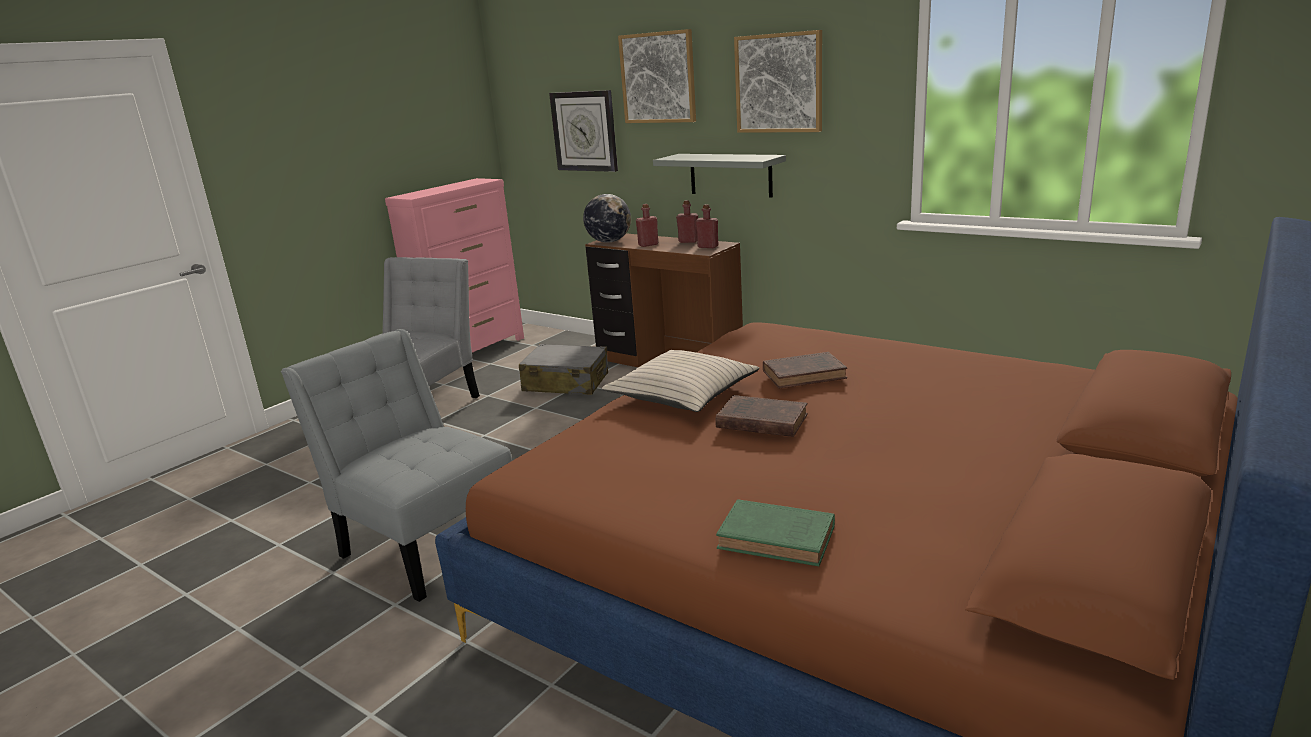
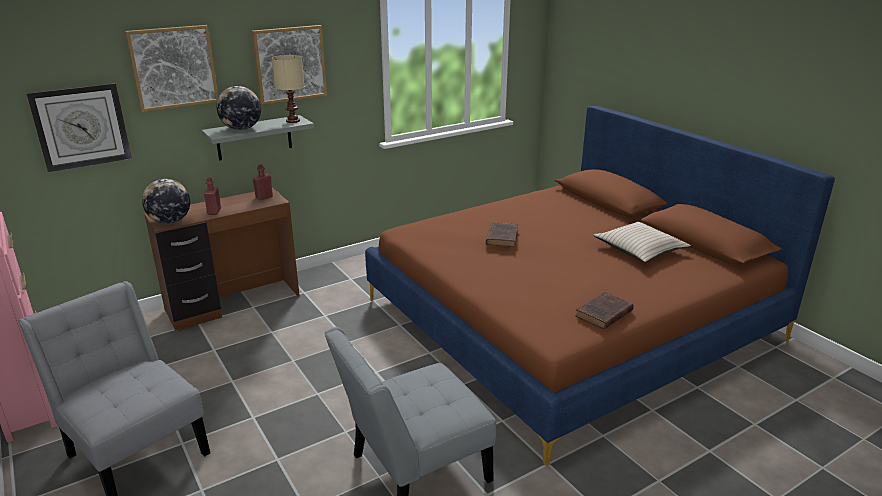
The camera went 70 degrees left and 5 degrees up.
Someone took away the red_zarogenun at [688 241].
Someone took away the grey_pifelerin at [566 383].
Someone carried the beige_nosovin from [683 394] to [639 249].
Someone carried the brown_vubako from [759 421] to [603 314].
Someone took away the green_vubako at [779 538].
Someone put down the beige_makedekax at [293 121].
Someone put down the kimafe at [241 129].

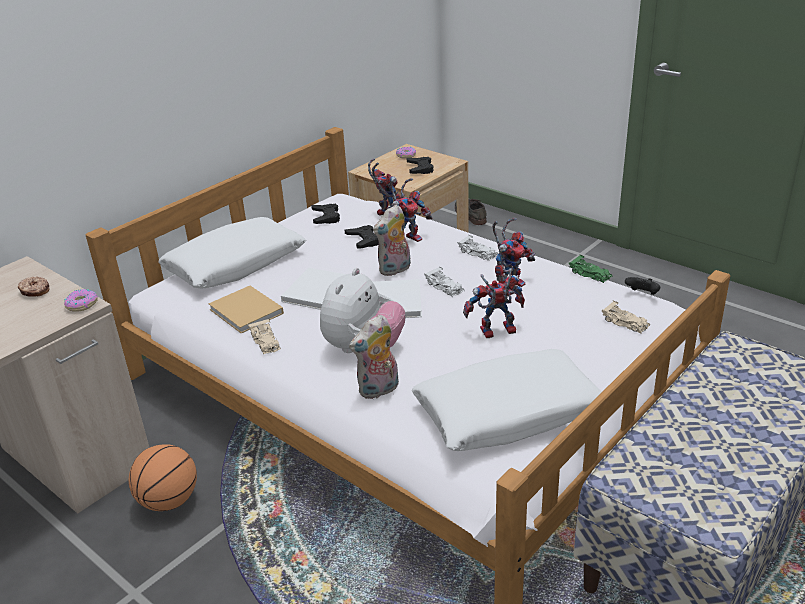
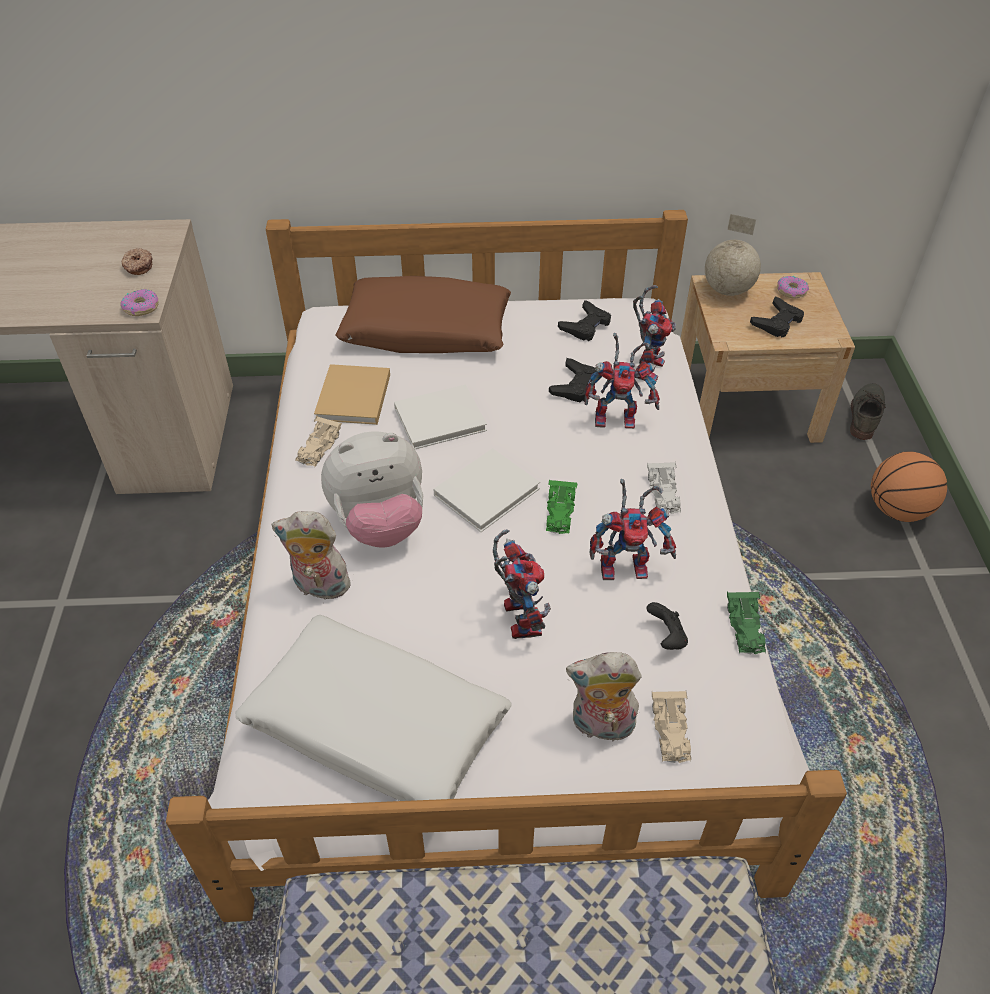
The camera went 45 degrees right and 15 degrees up.
Someone carried the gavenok from [395 270] to [601 726].
Someone repainted the white_nosovin at [235 265], which became the brown_nosovin at [426 331].
Someone repainted the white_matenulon at [445 287], which became the green_matenulon at [560 512].
Someone rotated the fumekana at [495 332] by 45 degrees clockwise.
Someone carried the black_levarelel from [642 294] to [666 637].
Someone carried the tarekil from [169 501] to [897 510].
Someone put down the kimafe at [728 291].

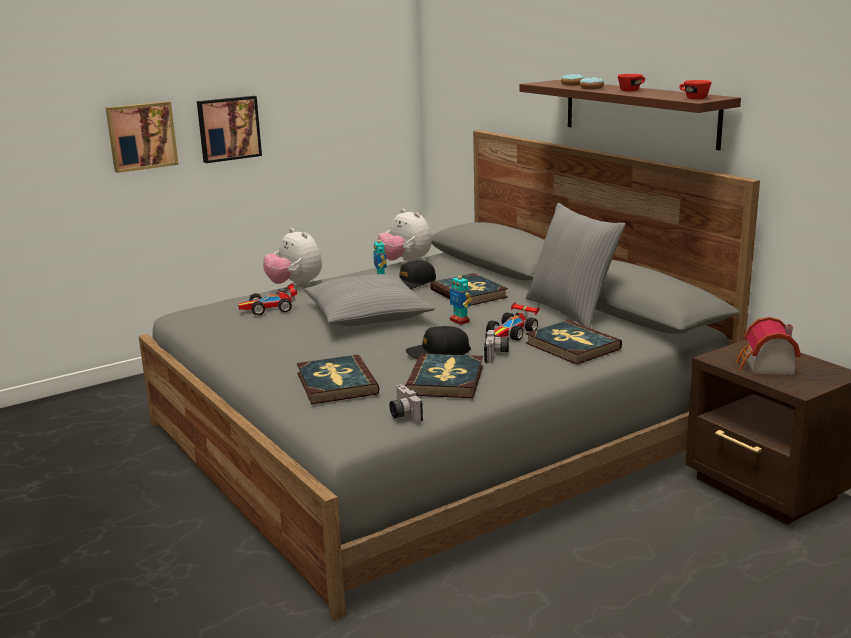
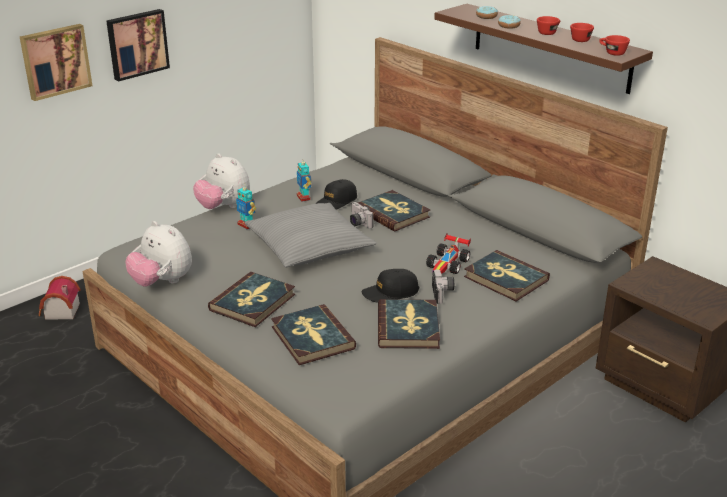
The camera went 10 degrees left and 10 degrees up.
Someone took away the grey_nosovin at [571 311].
Someone carried the gavenok from [405 262] to [162 282].
Someone carried the fumekana from [460 321] to [246 225].
Someone took away the matenulon at [270 309].
Someone carried the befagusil from [766 367] to [59 312].
Someone carried the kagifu from [402 414] to [358 223].
Someone put down the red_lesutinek at [581 39].
Someone put down the vubako at [253 302].

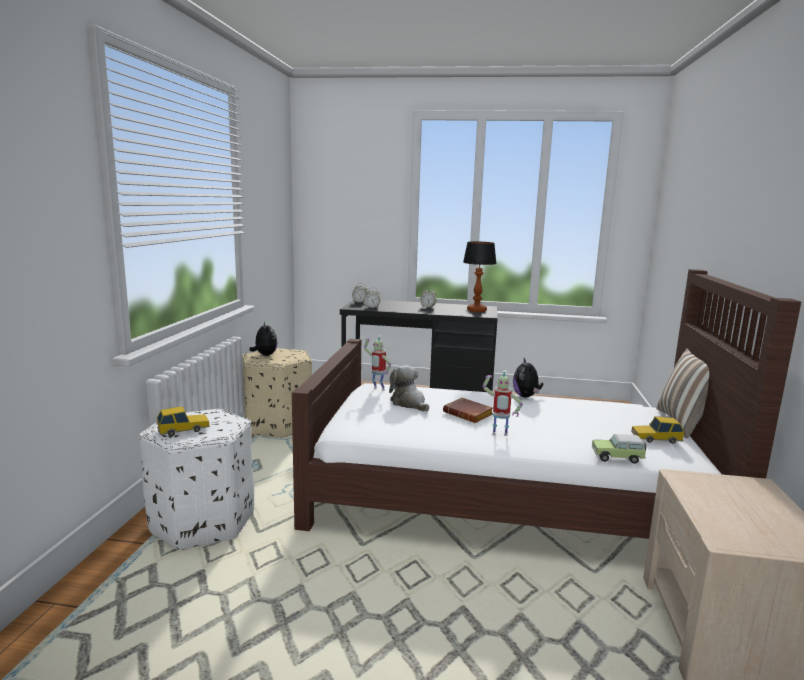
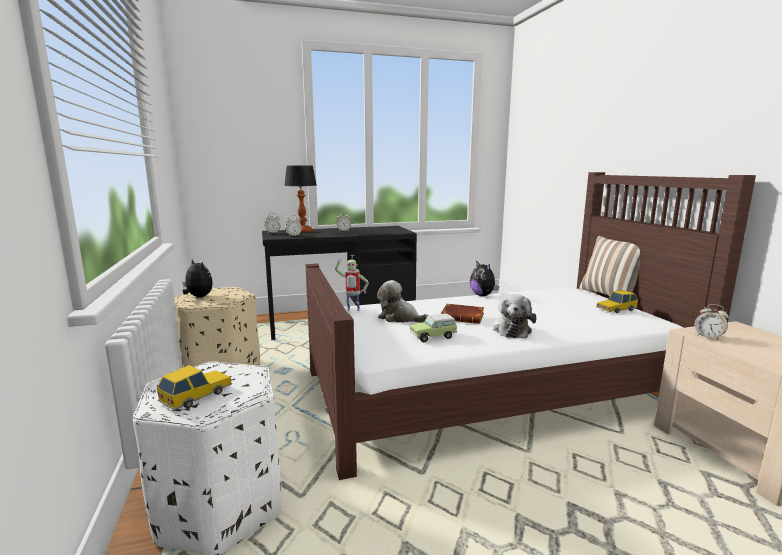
The camera went 25 degrees left and 0 degrees up.
Someone carried the makedekax from [477 310] to [303 232].
Someone swapped the fumekana at [499 435] for the gavenok at [512 330].
Someone carried the matenulon from [619 458] to [434 337].
Someone put down the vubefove at [709 337].

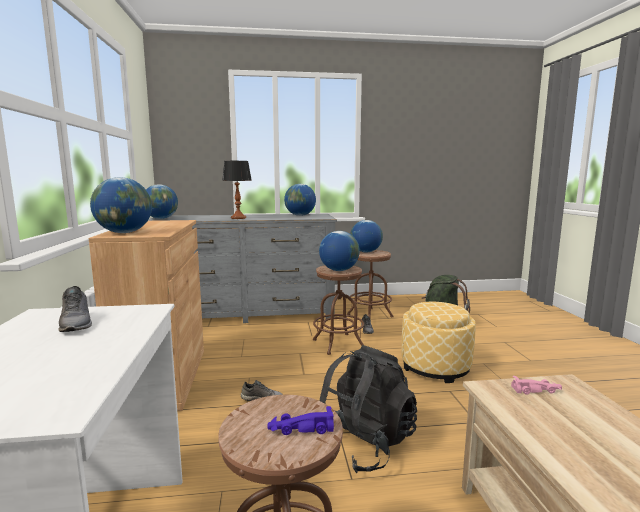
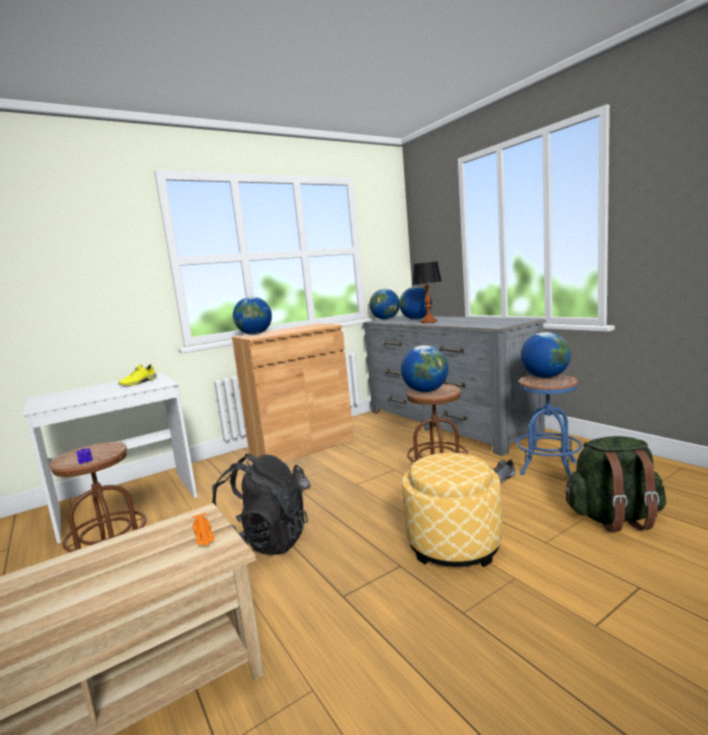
The camera went 65 degrees right and 0 degrees up.
Someone carried the kimafe from [300 215] to [416 319].
Someone repainted the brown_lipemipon at [370 316], which became the blue_lipemipon at [548 468].
Someone repainted the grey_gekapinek at [77 323], which became the yellow_gekapinek at [139 383].
Someone repainted the pink_matenulon at [537 390], which became the orange_matenulon at [204 536].

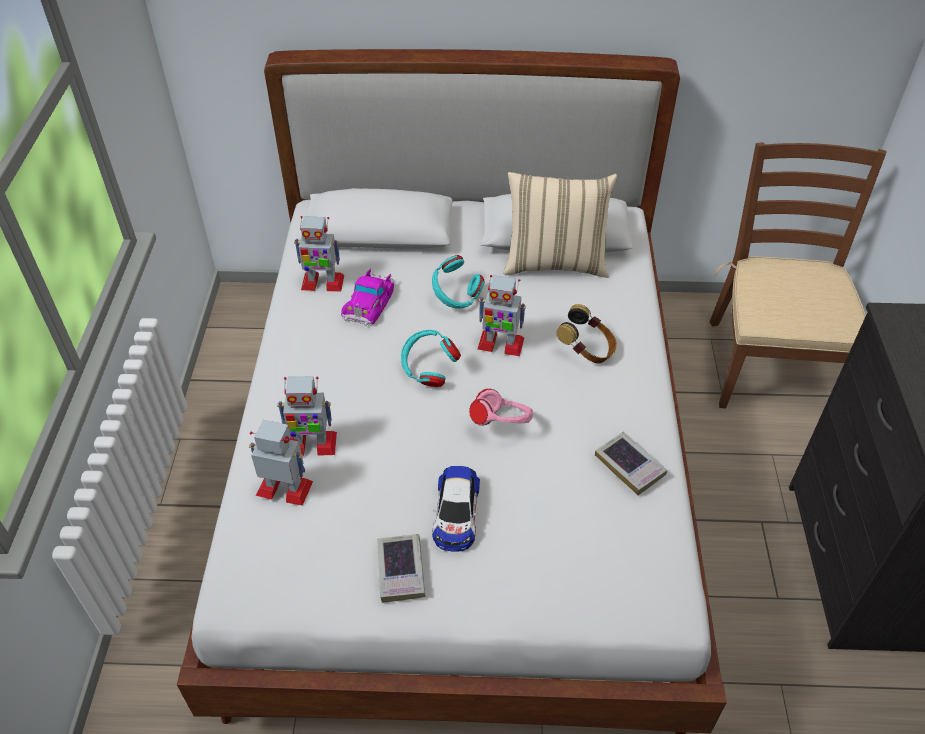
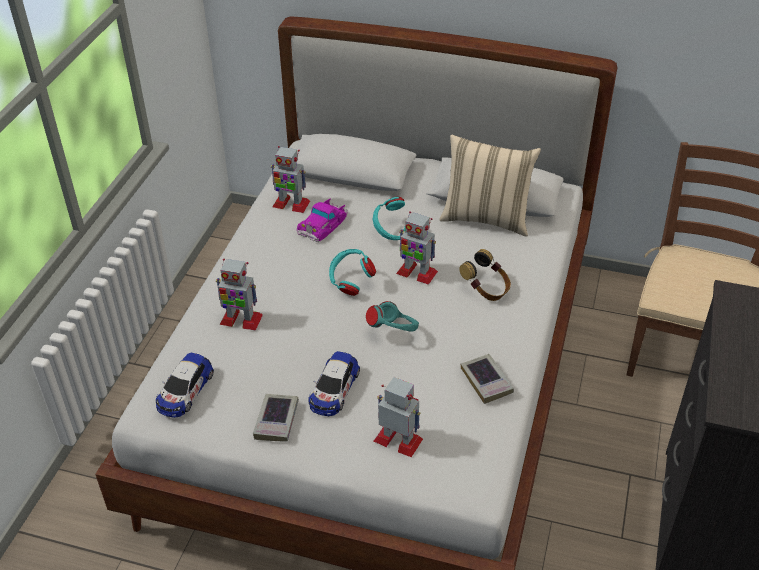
The camera went 15 degrees right and 5 degrees down.
Someone repainted the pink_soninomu at [501 424], which became the turquoise_soninomu at [394 331].
Someone carried the fumekana from [285 488] to [398 440].
Someone put down the matenulon at [185 390].

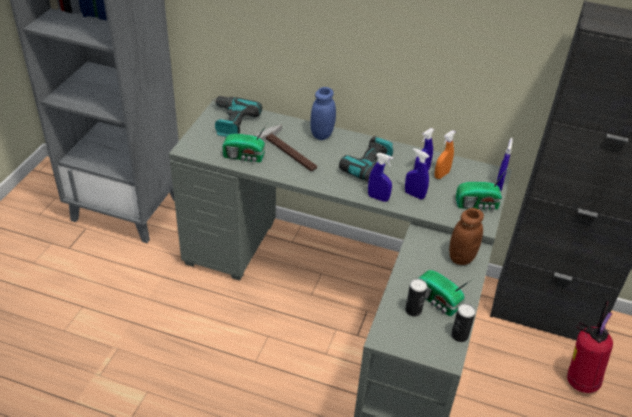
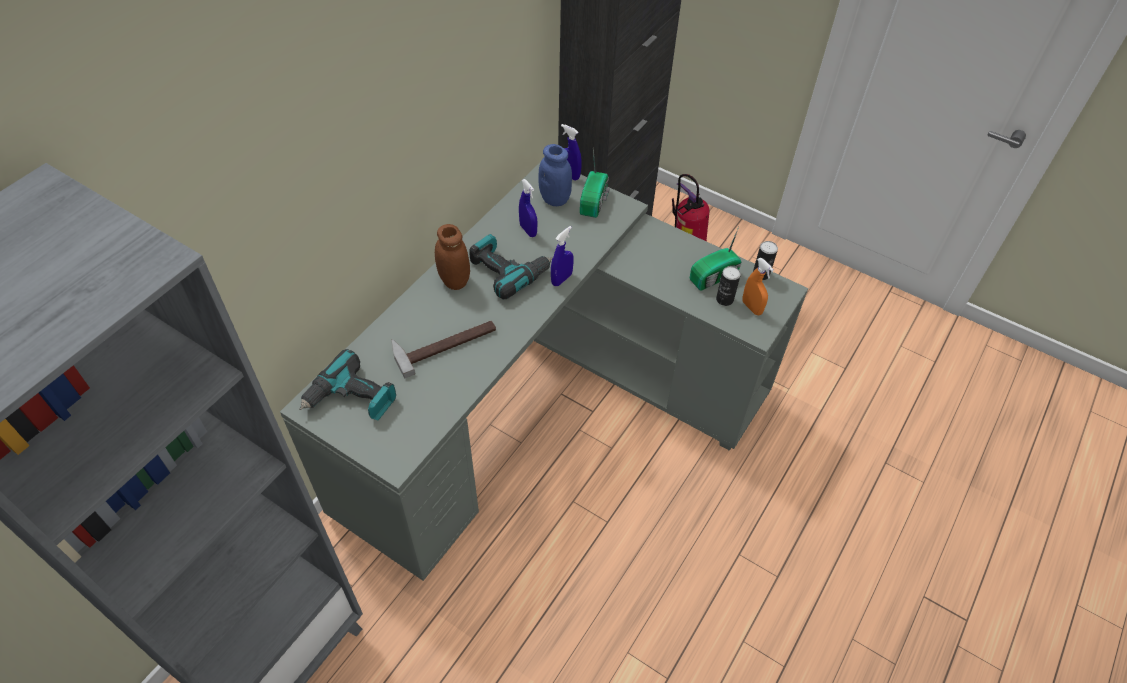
The camera went 75 degrees left and 10 degrees up.
Someone carried the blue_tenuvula from [322 134] to [555 199].
Someone took away the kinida at [245 157].
Someone carried the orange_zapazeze from [441 175] to [751 307].
Someone took away the blue_zapazeze at [414 195].
Someone carried the brown_tenuvula from [461 257] to [454 281].

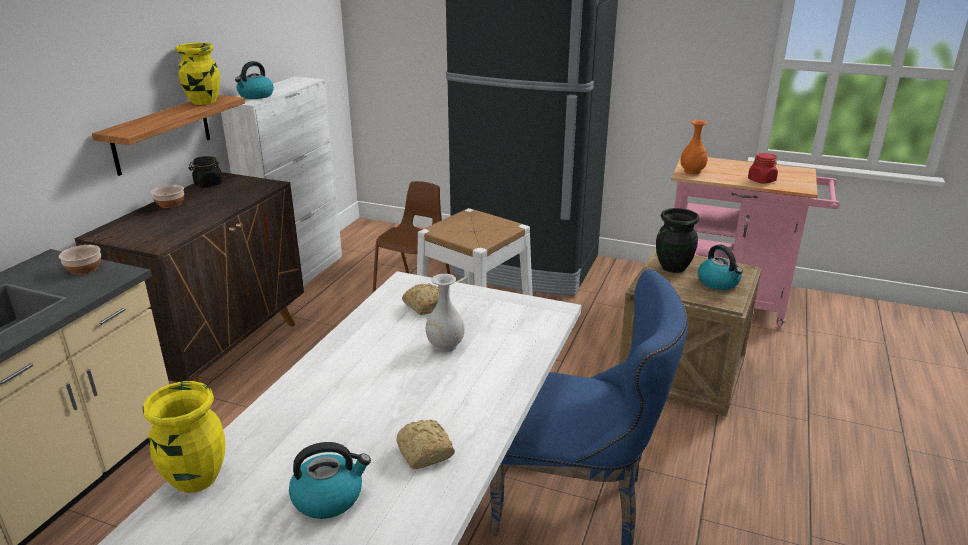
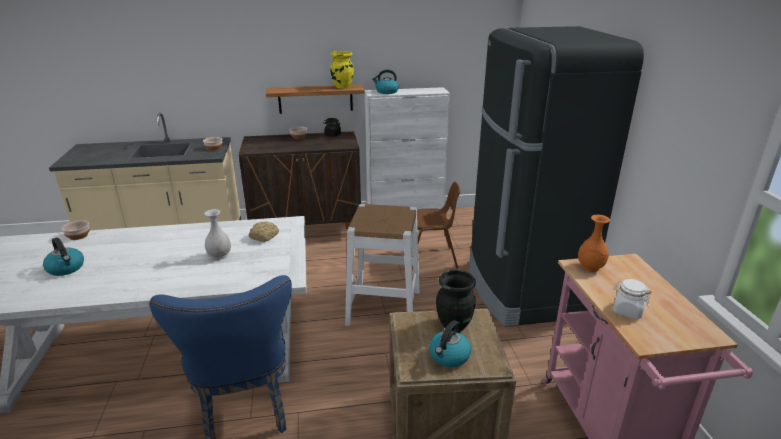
The camera went 60 degrees right and 0 degrees up.
Someone repainted the red_tenuvula at [761 180], which became the white_tenuvula at [627 310].
Someone swapped the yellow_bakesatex at [195 478] for the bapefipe at [78 236].
Someone took away the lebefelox at [424 453].

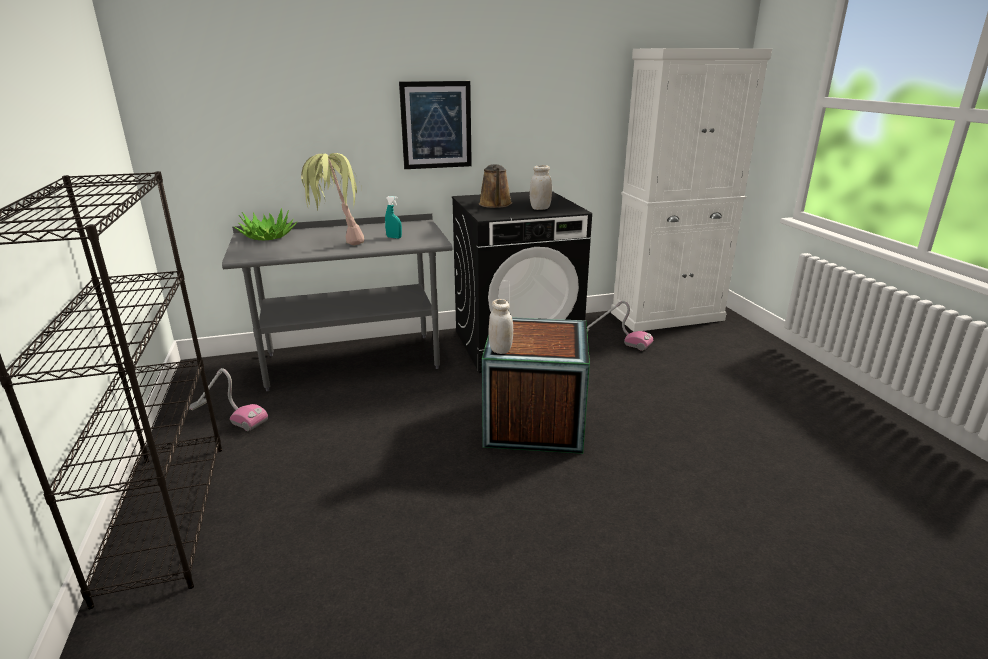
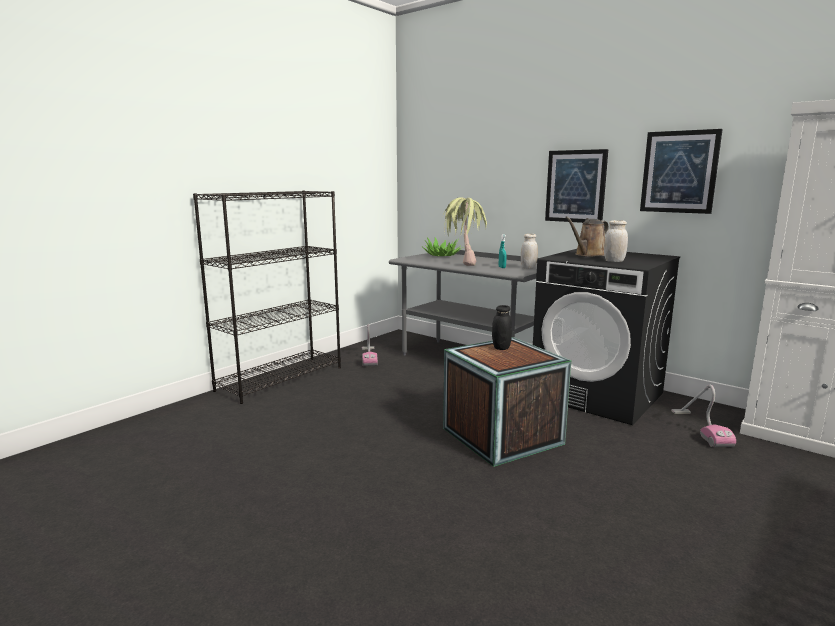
The camera went 55 degrees right and 10 degrees down.
Someone carried the white_tenuvula from [500 350] to [528 268].
Someone put up the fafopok at [679 172].
Someone put down the black_tenuvula at [501 348].

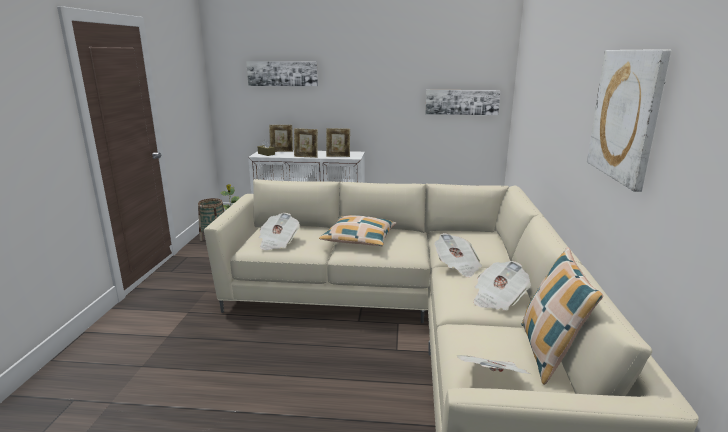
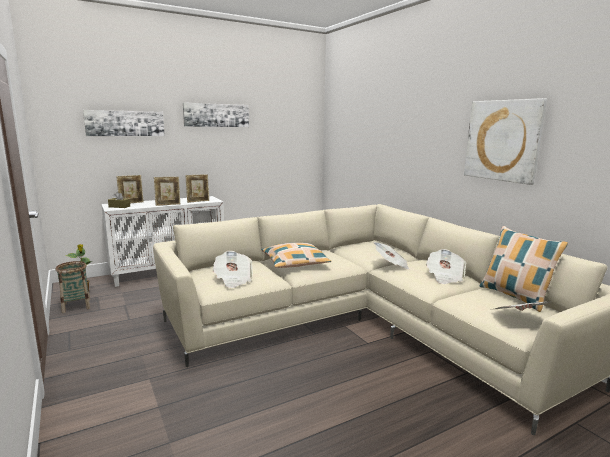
The camera went 35 degrees left and 5 degrees down.
Someone carried the fafopok from [462 102] to [216 115].

